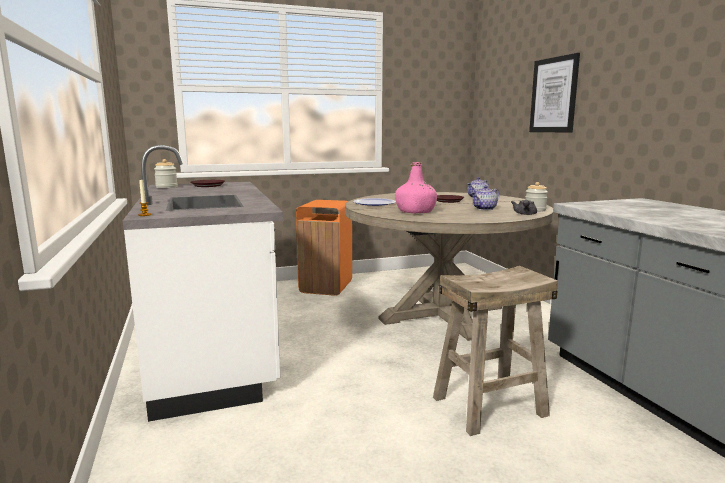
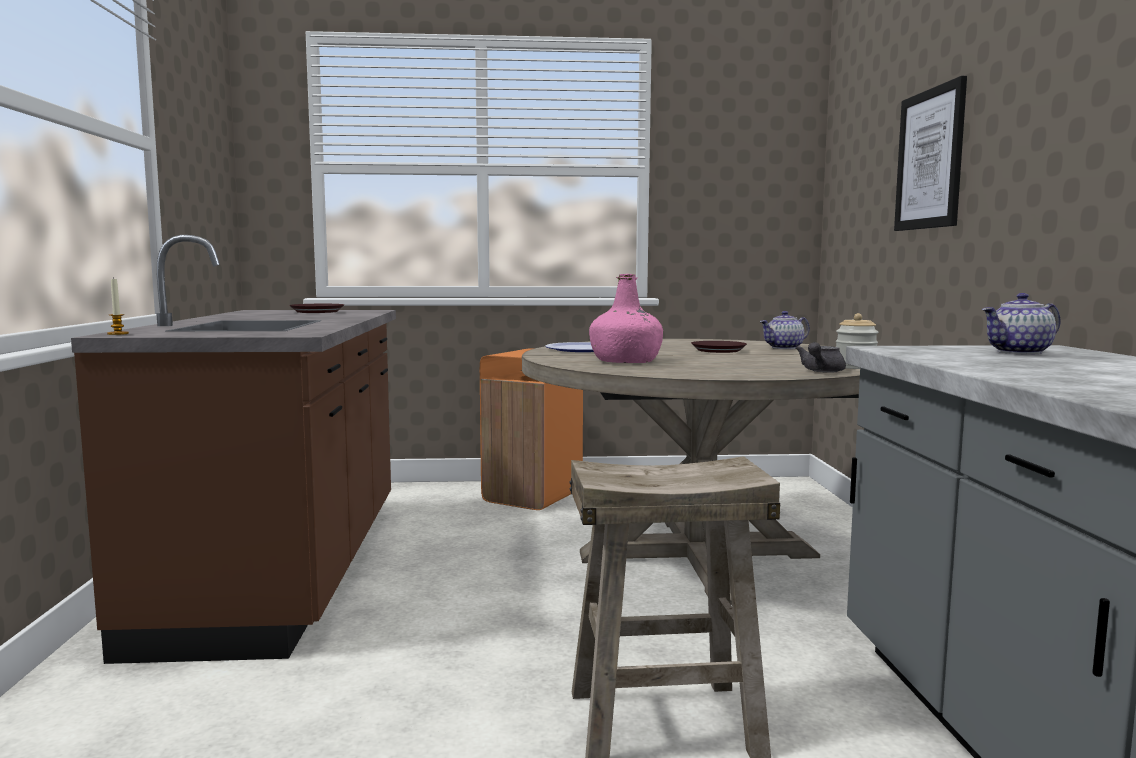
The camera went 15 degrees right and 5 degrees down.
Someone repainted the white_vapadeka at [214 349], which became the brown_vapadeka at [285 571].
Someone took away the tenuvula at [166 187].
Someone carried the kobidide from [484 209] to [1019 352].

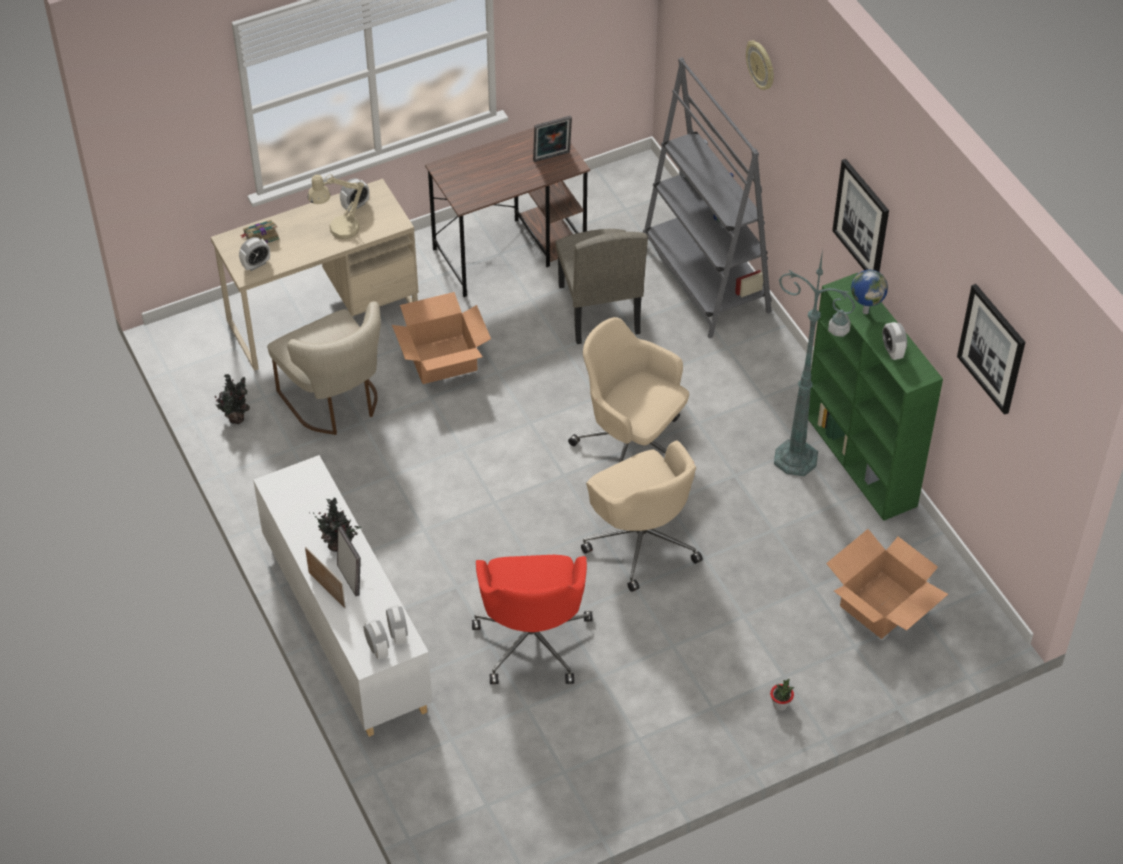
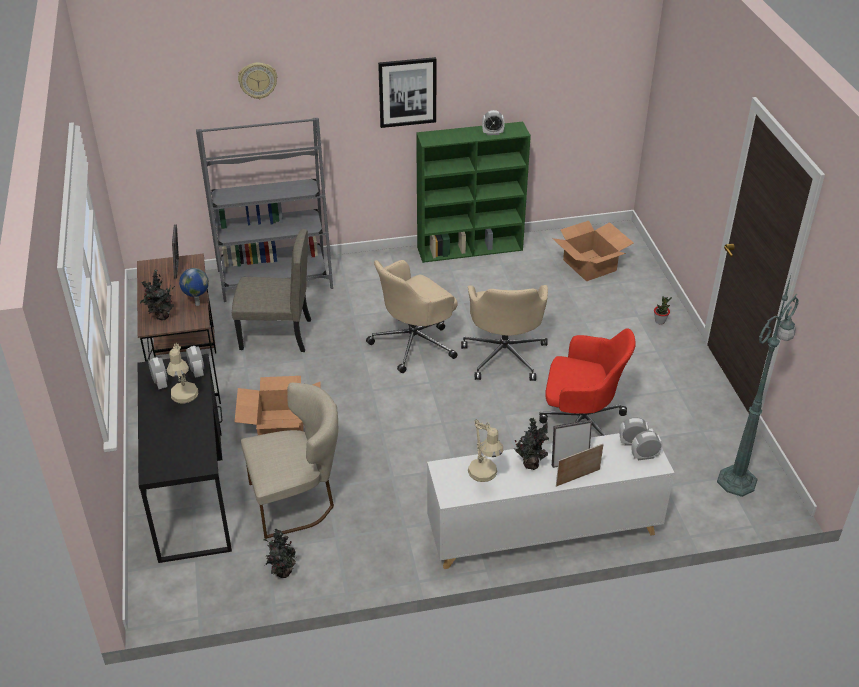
The camera went 75 degrees left and 10 degrees down.
Someone repainted the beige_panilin at [323 316], which became the black_panilin at [192 493].
Someone took away the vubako at [260 236].
Someone carried the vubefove from [256 264] to [197 371].
Someone carried the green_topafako from [798 459] to [738 480].
Someone carried the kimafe from [865 311] to [197 304].
Someone took away the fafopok at [992 348].
Someone rotated the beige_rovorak at [641 540] by 105 degrees clockwise.
Someone put down the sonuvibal at [162 317].
Someone put down the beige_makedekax at [484 476].

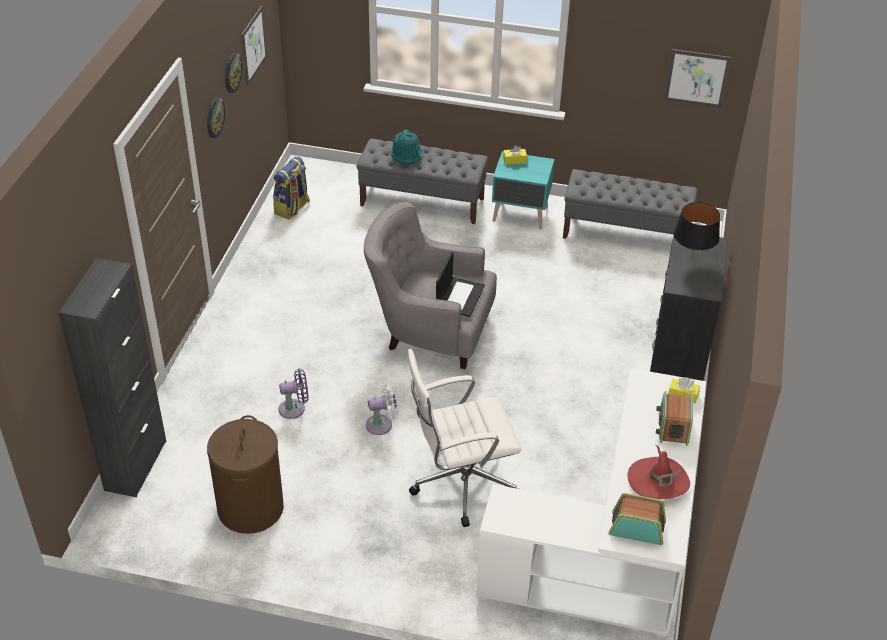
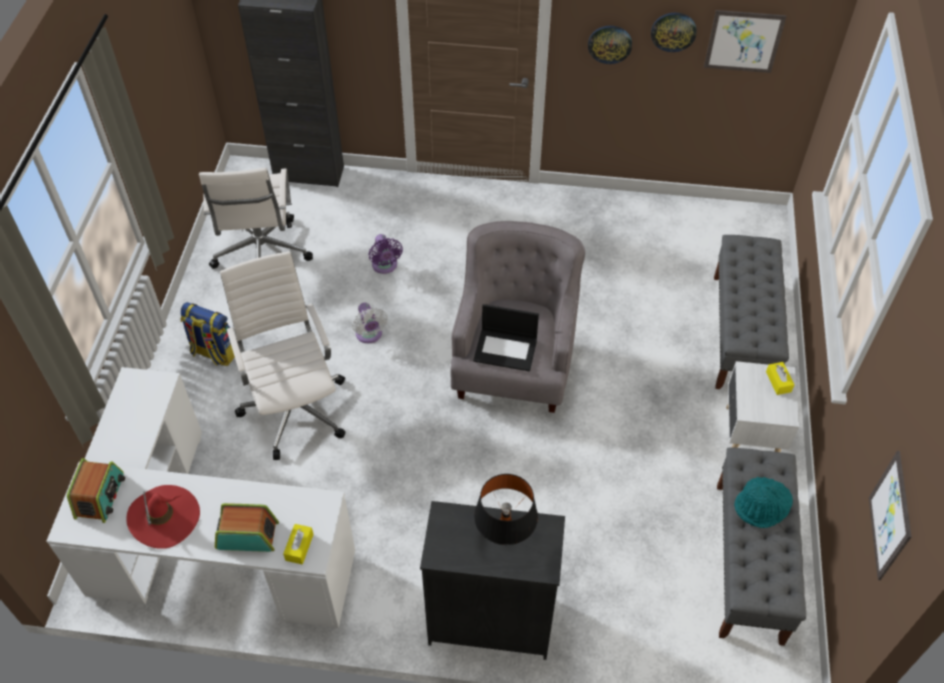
The camera went 85 degrees right and 10 degrees up.
Someone carried the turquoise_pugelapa from [407 155] to [761 508].
Someone repainted the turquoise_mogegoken at [521 215], which became the white_mogegoken at [749 436].
Someone carried the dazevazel from [292 208] to [214 352].
Someone swapped the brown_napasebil at [251 508] for the white_rovorak at [261 254].

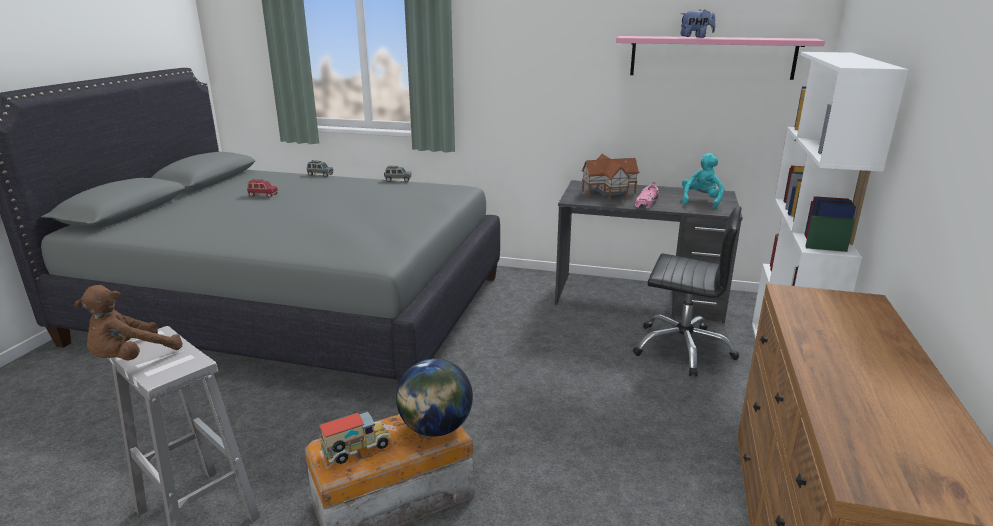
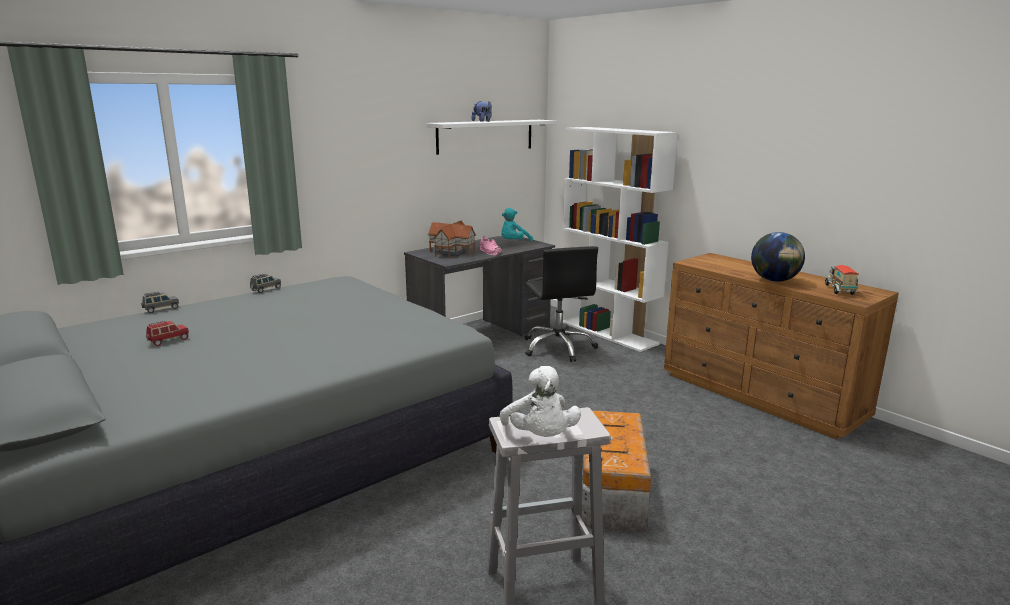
The camera went 55 degrees left and 5 degrees down.
Someone repainted the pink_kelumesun at [711 57], which became the white_kelumesun at [485 136].
Someone rotated the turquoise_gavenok at [701 201] by 105 degrees counterclockwise.
Someone rotated the black_rovorak at [682 348] by 105 degrees clockwise.
Someone repainted the brown_gavenok at [132 358], which became the white_gavenok at [540 437].
Someone carried the kimafe from [435 428] to [774 280].
Someone carried the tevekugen from [357 451] to [840 291].

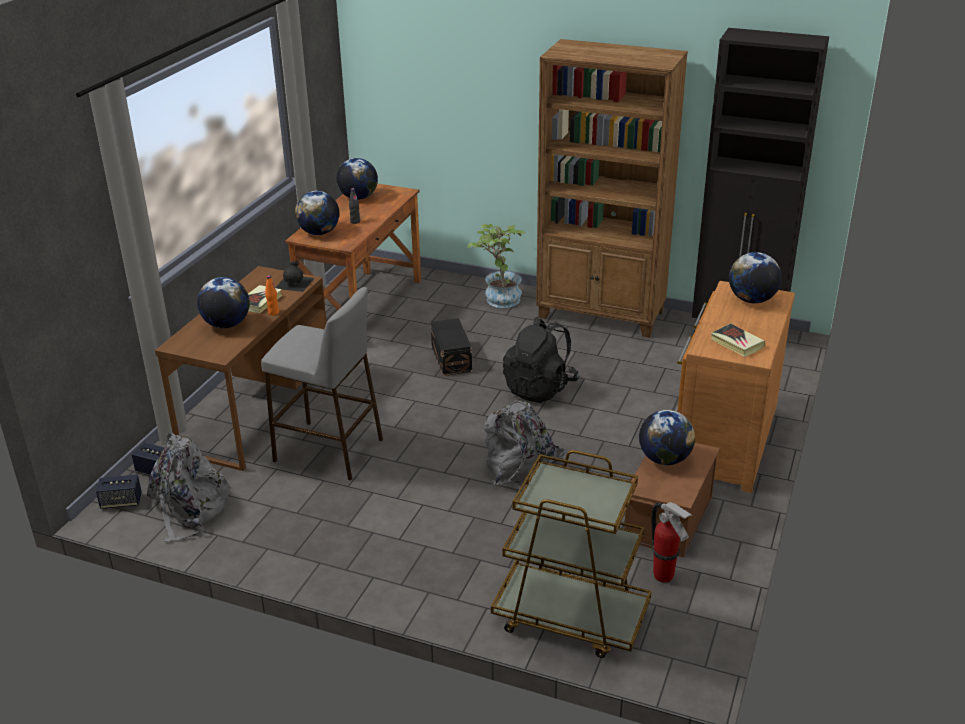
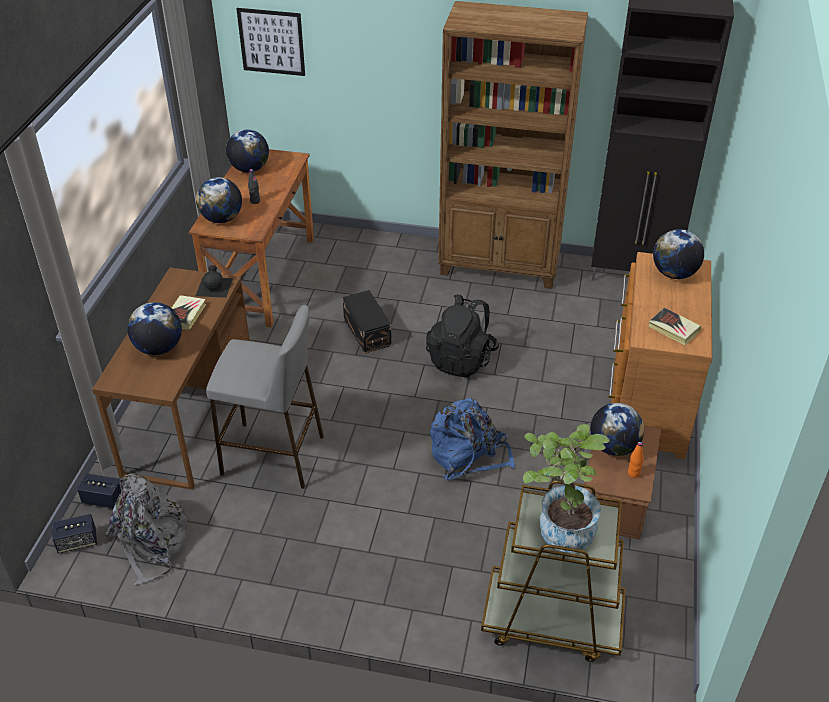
The camera went 10 degrees left and 10 degrees up.
Someone carried the sonuvibal from [498 298] to [558 527].
Someone carried the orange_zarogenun from [273 312] to [633 473].
Someone repainted the grey_dazevazel at [524 468], which became the blue_dazevazel at [468 455].
Someone took away the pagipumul at [664 576].
Someone put up the fafopok at [271 42].

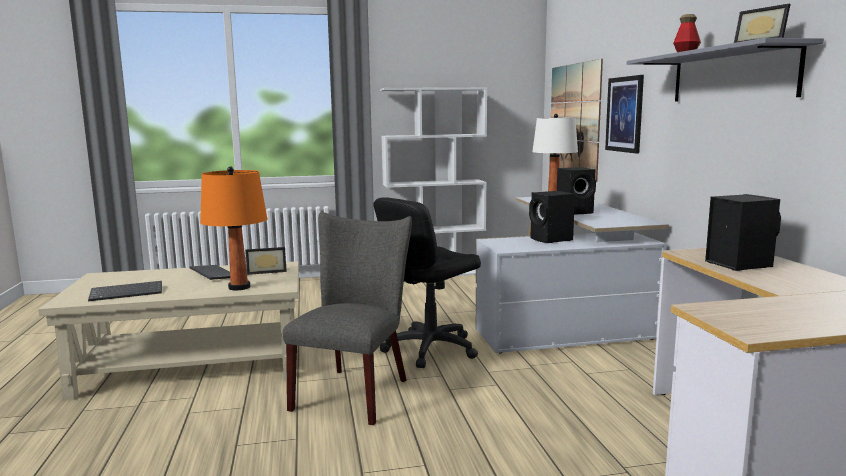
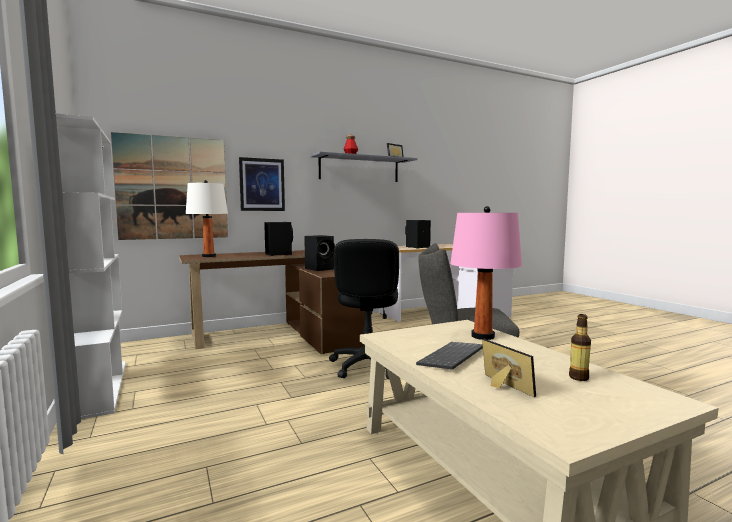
The camera went 105 degrees left and 5 degrees down.
Someone repainted the orange_makedekax at [239 287], which became the pink_makedekax at [482 336].
Someone rotated the black_rovorak at [430 349] by 60 degrees clockwise.
Someone repainted the white_panilin at [565 317], which became the brown_panilin at [283 335].
Someone carried the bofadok from [266 271] to [501 387].
Someone swapped the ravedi at [128 292] for the zarogenun at [578 377].

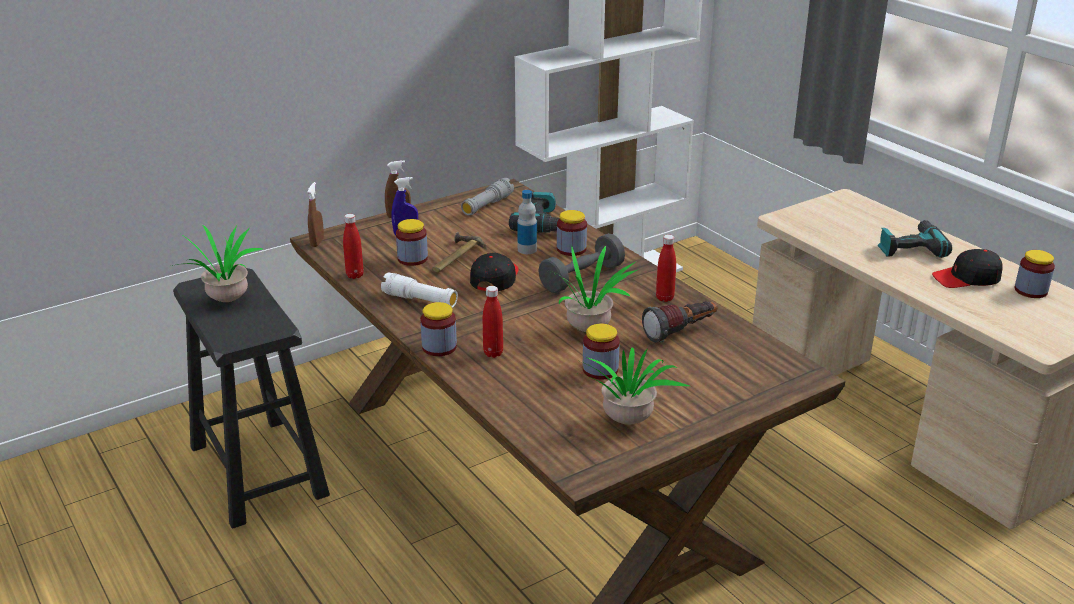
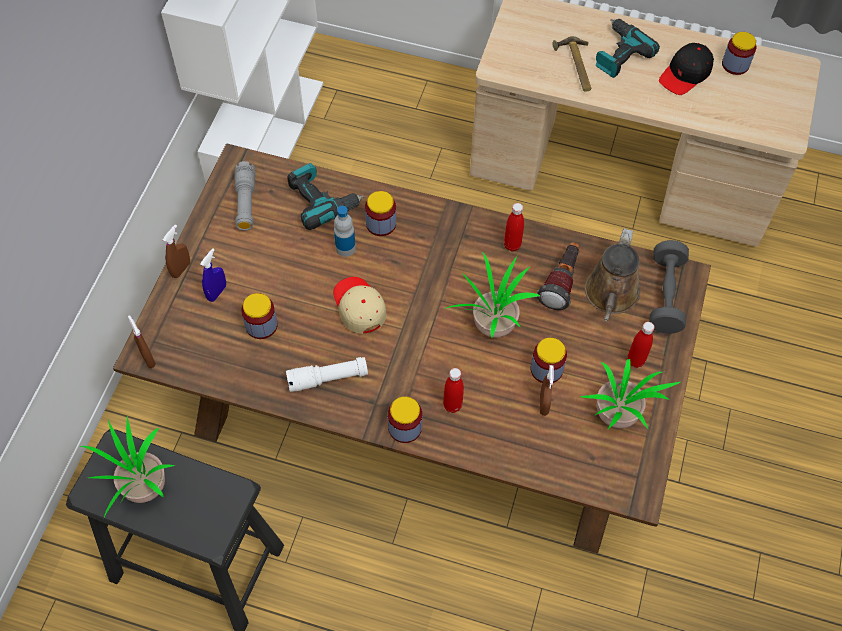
The camera went 40 degrees left and 30 degrees up.
Someone carried the red_zarogenun from [355 275] to [635 360].
Someone carried the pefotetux from [454 257] to [575 67].
Someone carried the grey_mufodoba from [581 278] to [665 295].
Someone repainted the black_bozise at [495 278], which became the beige_bozise at [359 307].
Someone put down the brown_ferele at [611 296].
Someone put down the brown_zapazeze at [543 404].

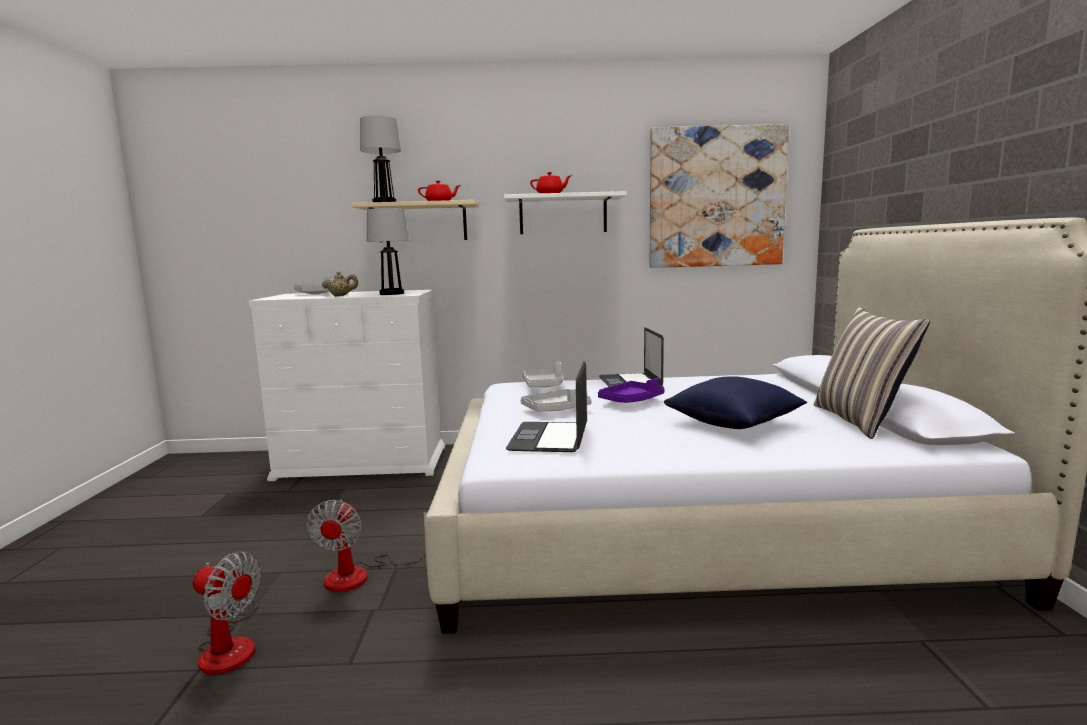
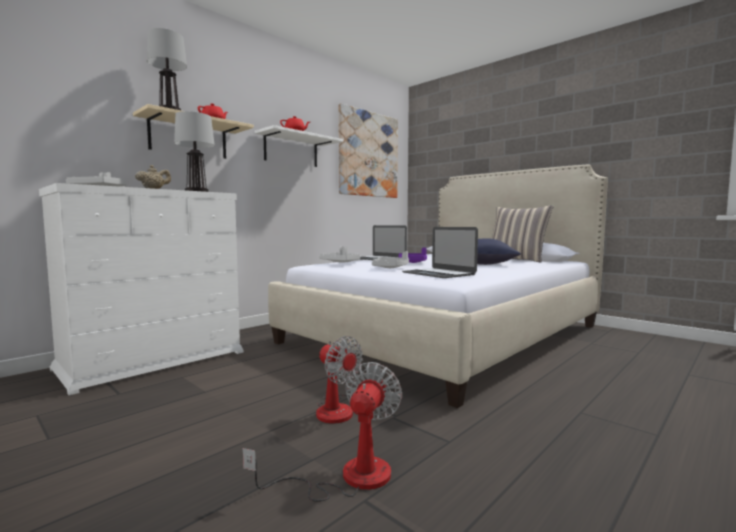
The camera went 45 degrees left and 5 degrees down.
Someone rotated the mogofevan at [230 644] by 45 degrees counterclockwise.

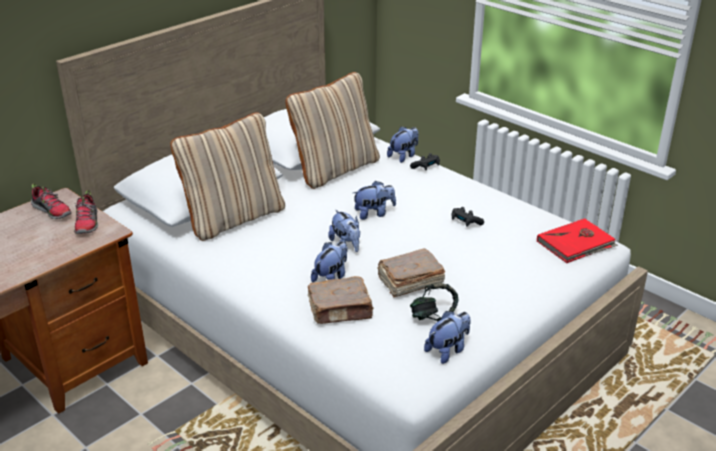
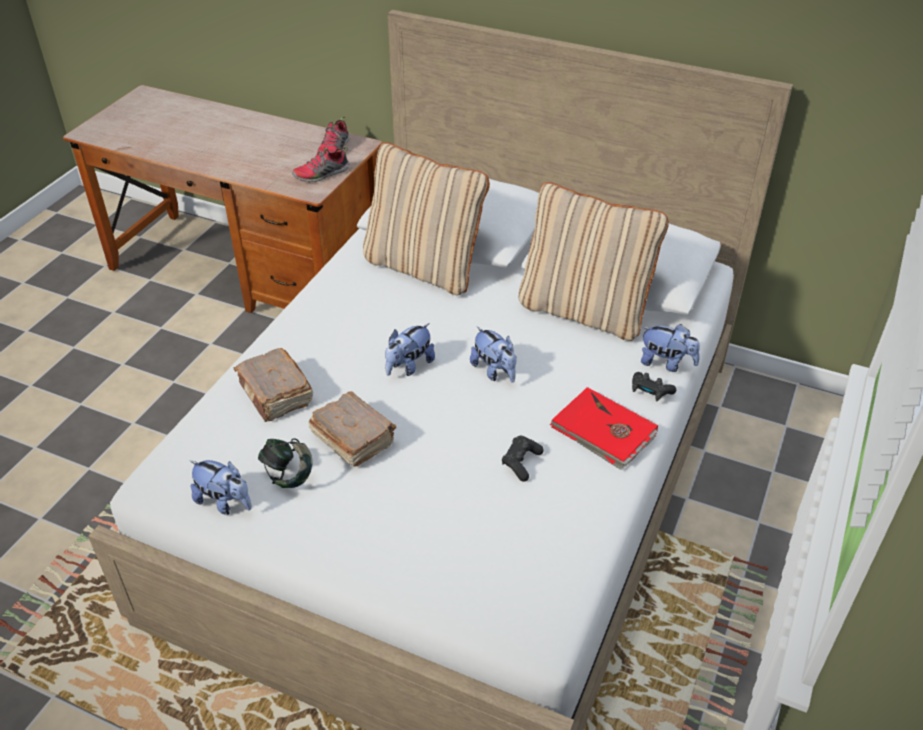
The camera went 70 degrees right and 10 degrees up.
Someone carried the red_vubako from [576 244] to [603 431].
Someone took away the gavenok at [331 278].

